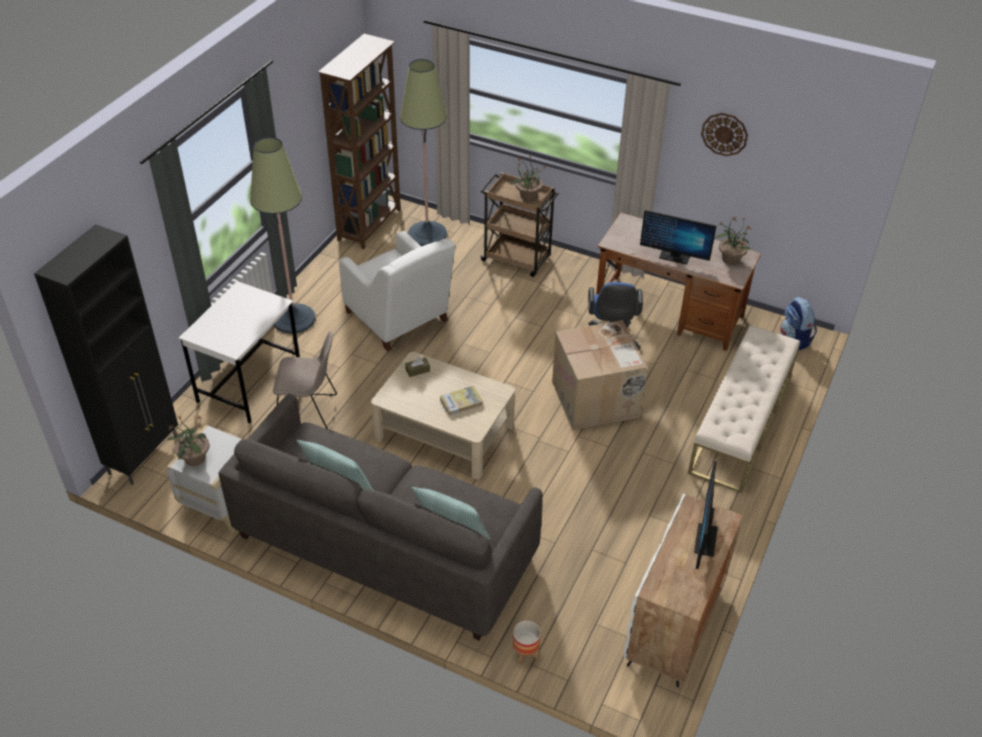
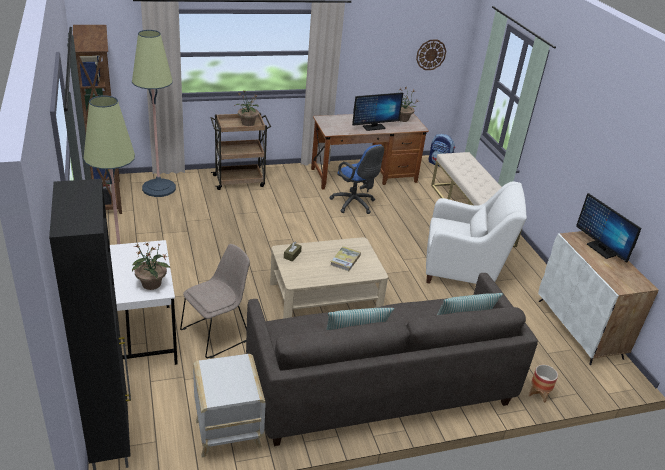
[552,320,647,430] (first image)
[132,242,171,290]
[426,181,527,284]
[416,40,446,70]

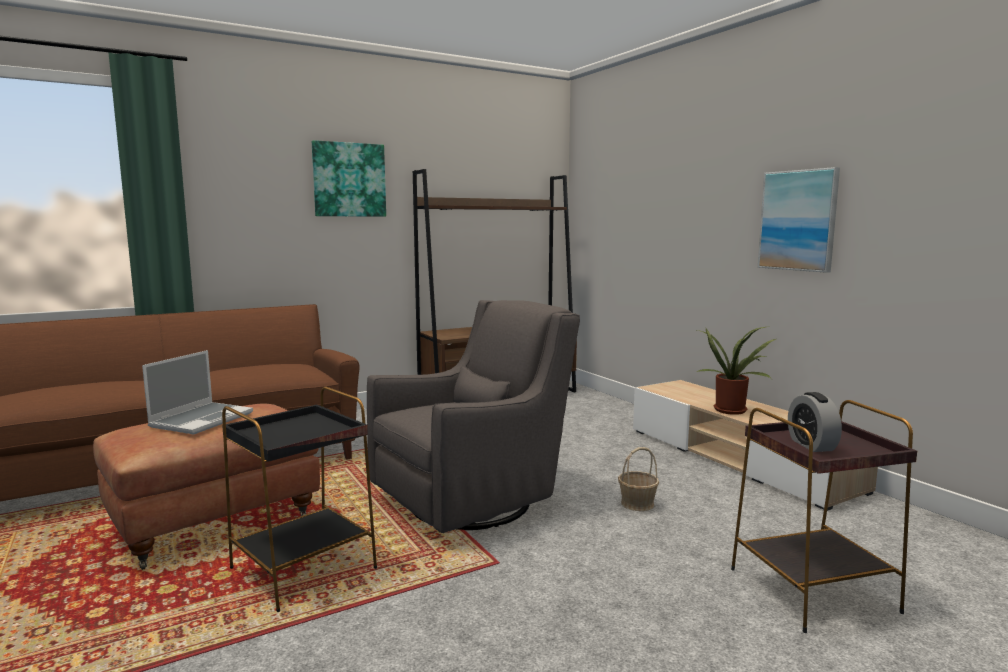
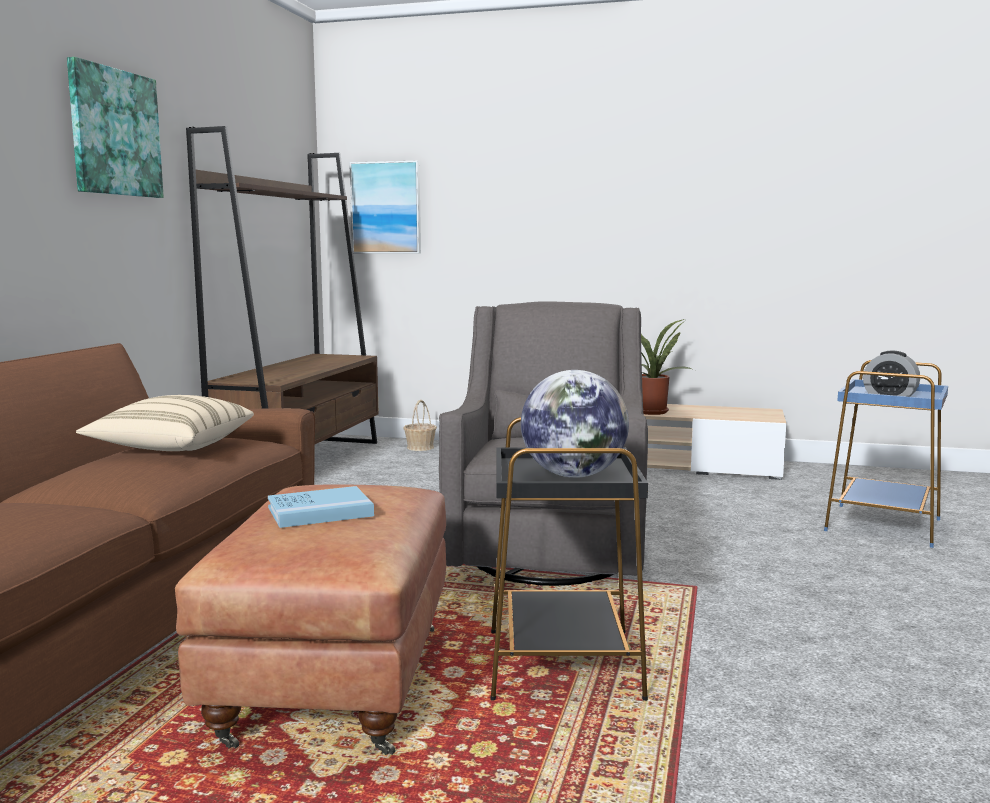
[76,395,254,451]
[521,370,629,478]
[403,400,437,451]
[349,161,421,254]
[268,486,374,528]
[824,360,948,548]

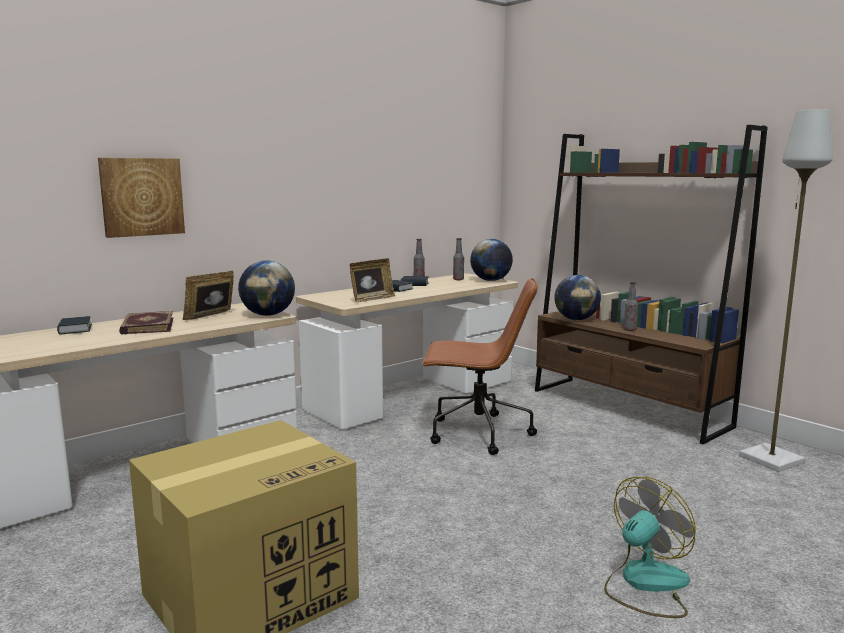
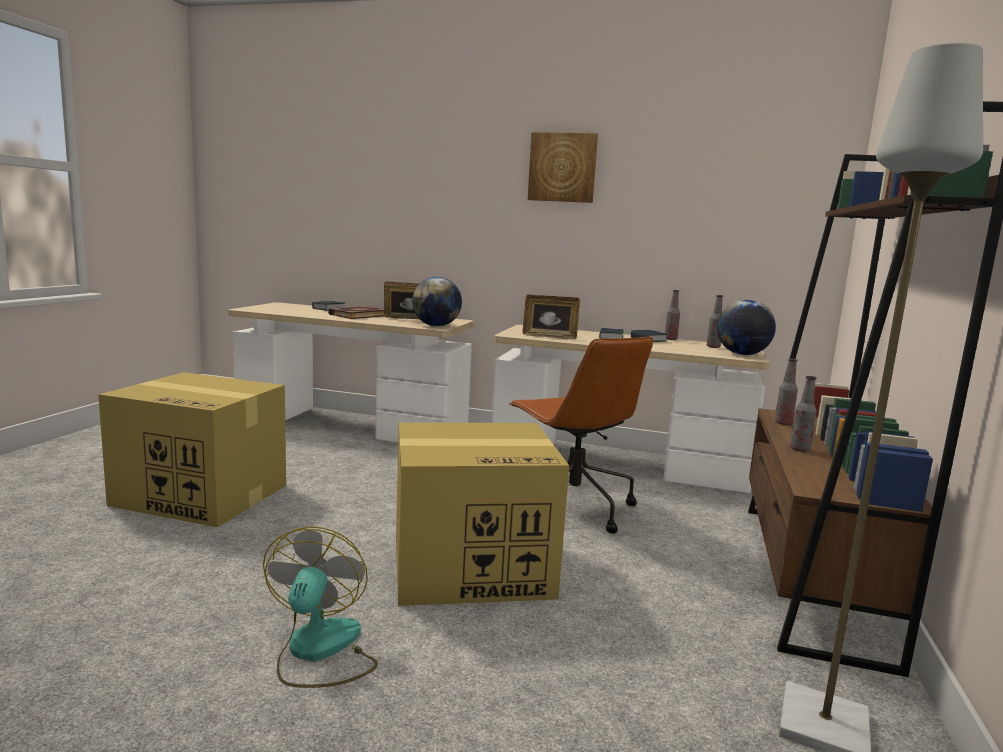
[396,422,569,606]
[528,132,598,203]
[775,358,798,425]
[263,527,378,688]

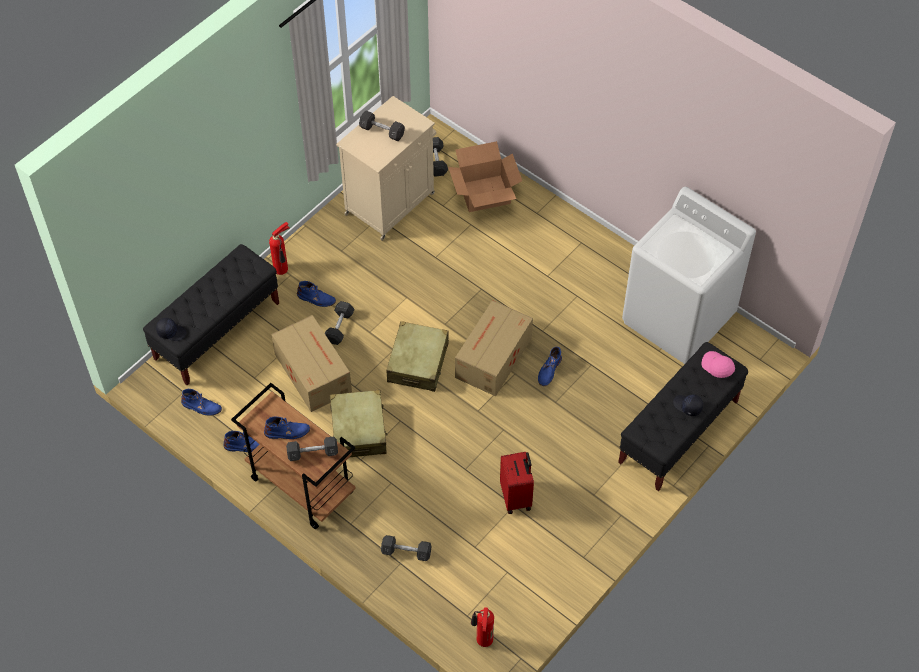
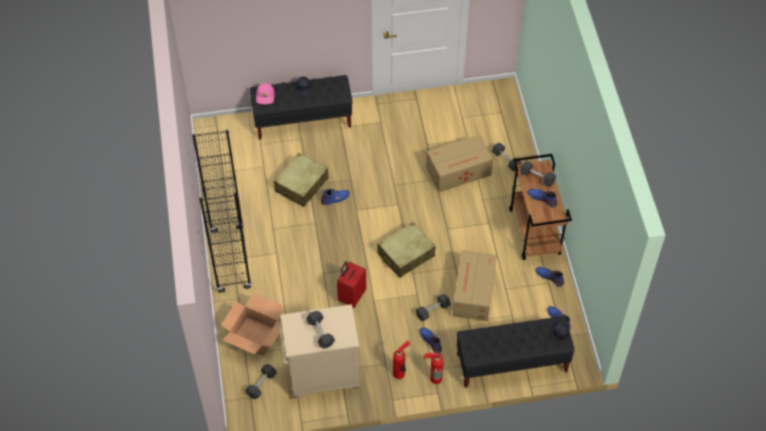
[622,187,756,364] (first image)
[192,130,252,293]
[274,153,329,207]
[426,135,493,192]
[393,340,410,379]
[337,261,366,308]

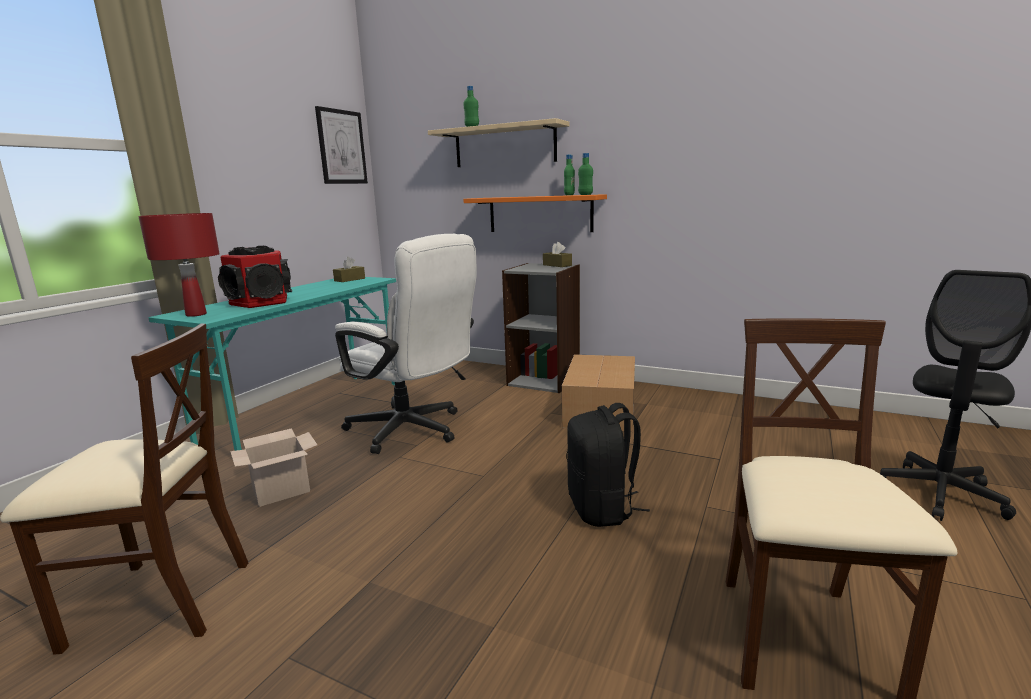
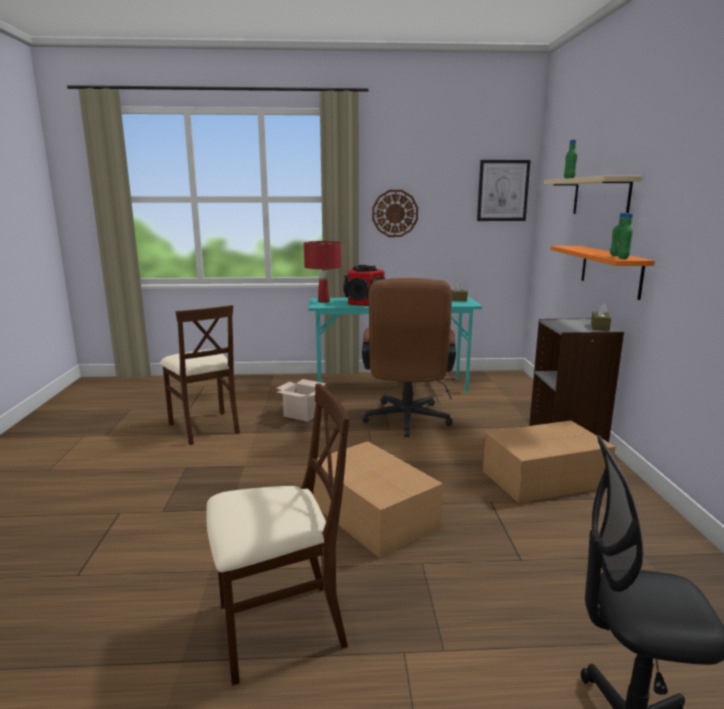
[372,190,418,237]
[313,441,443,559]
[362,278,456,437]

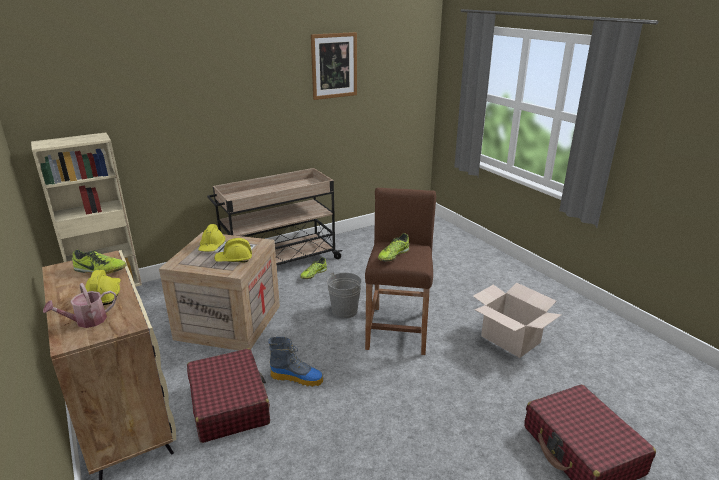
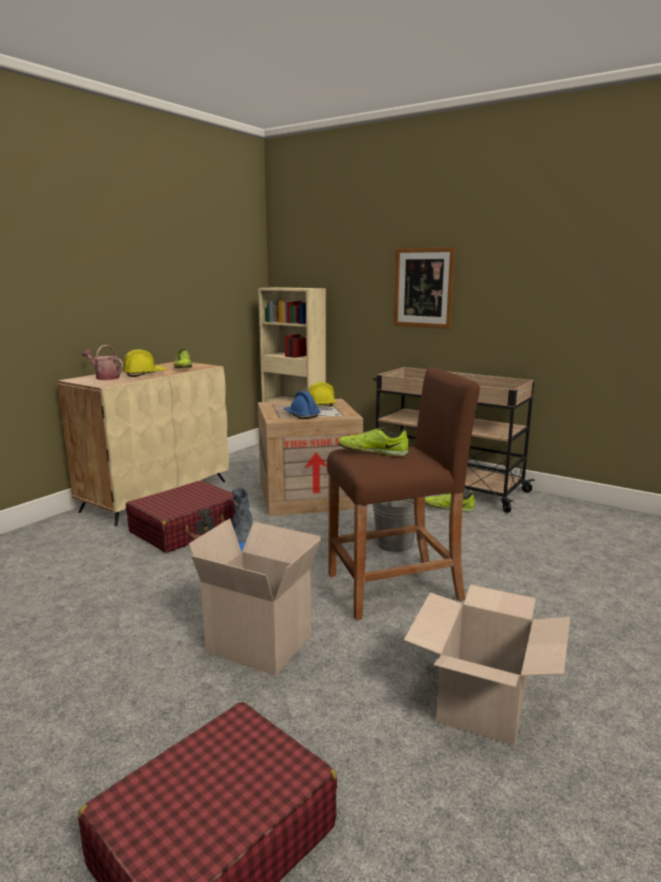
[189,518,321,676]
[394,247,455,329]
[284,391,321,419]

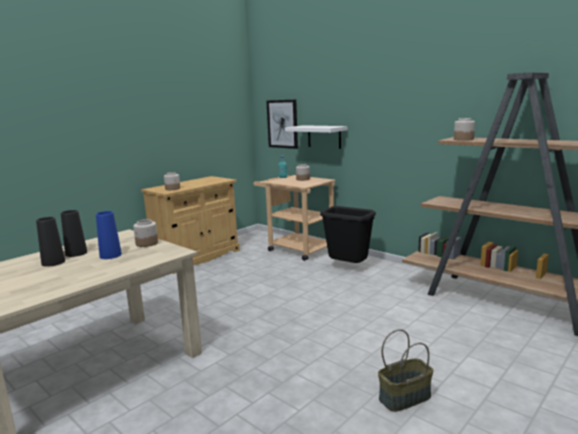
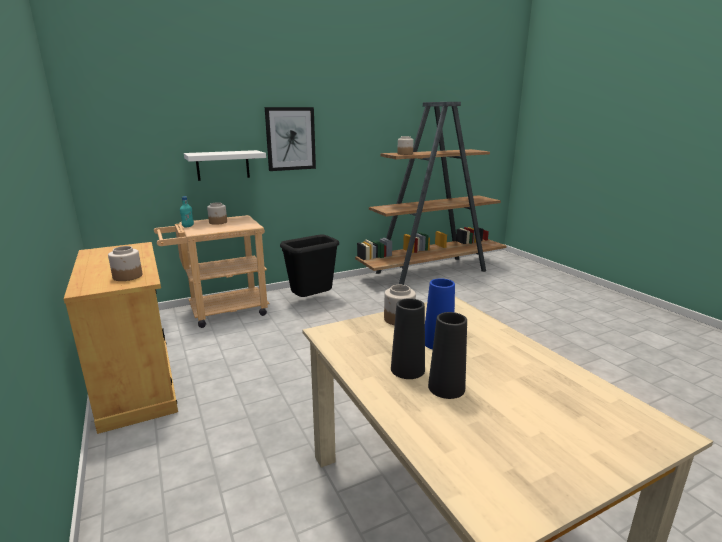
[378,329,434,412] (first image)
[265,107,316,171]

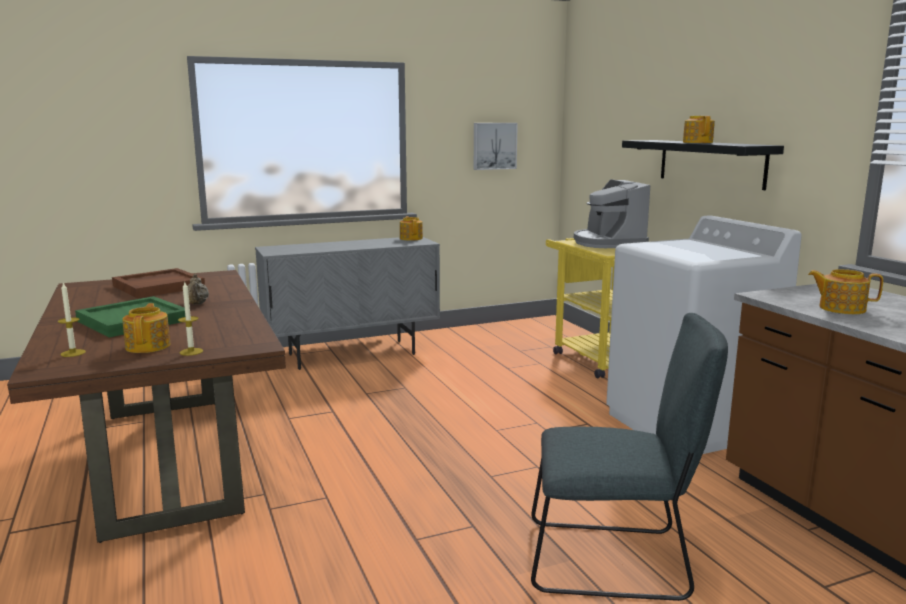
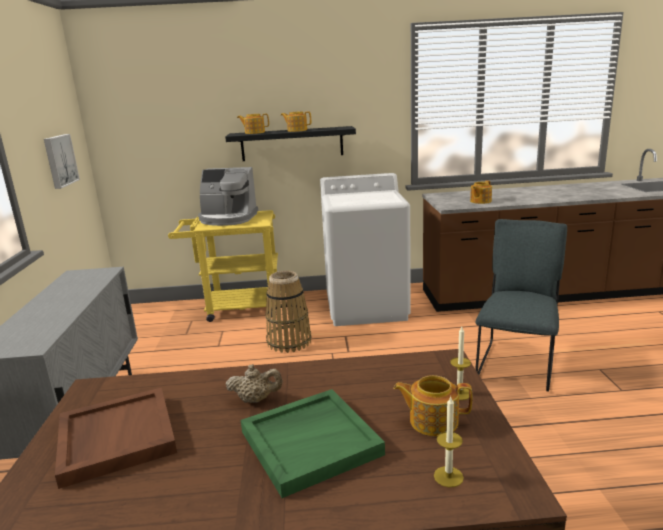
[265,270,312,353]
[237,114,269,134]

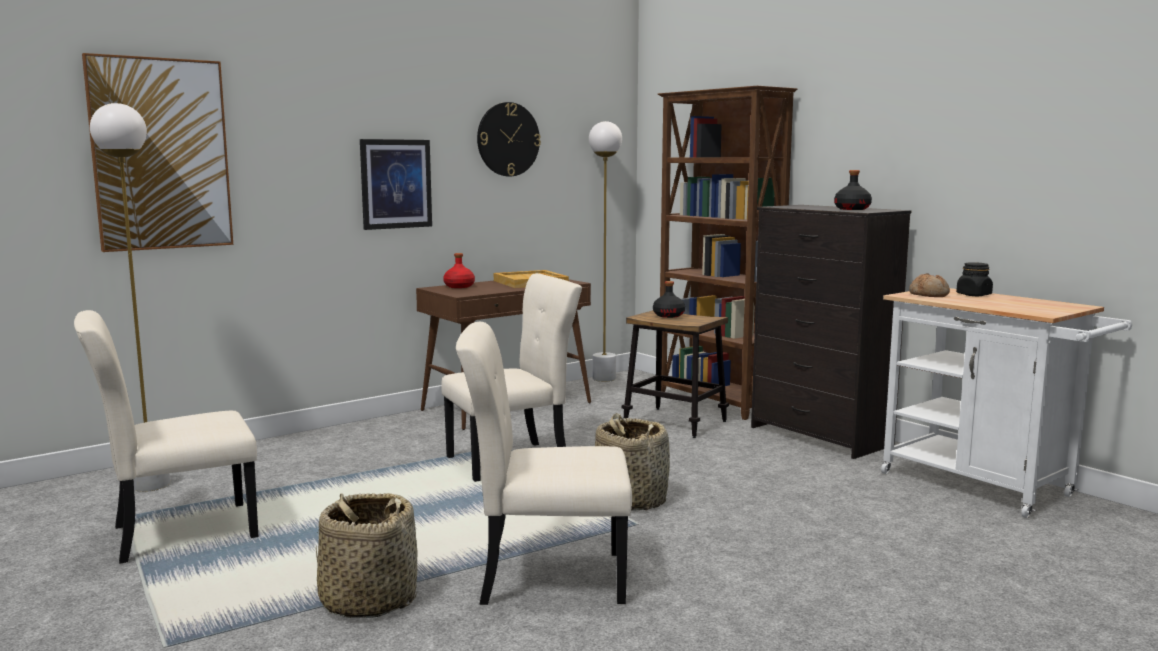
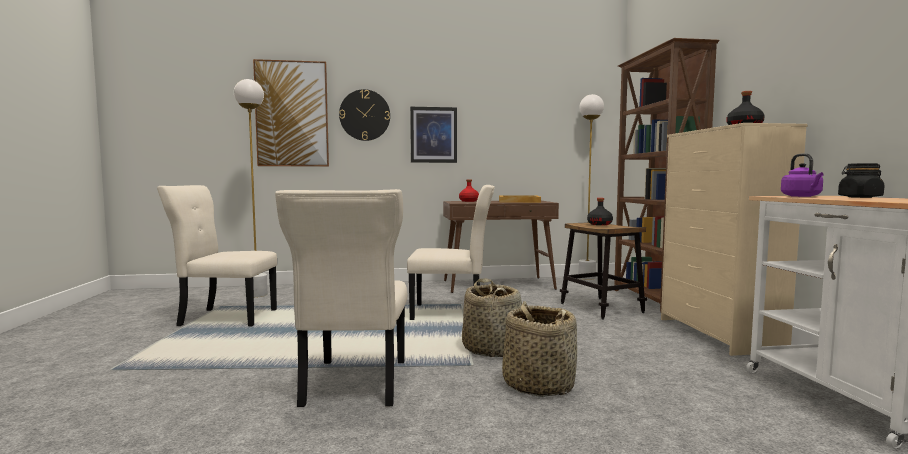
[502,301,577,397]
[339,89,390,141]
[781,154,823,197]
[661,123,808,356]
[275,189,407,407]

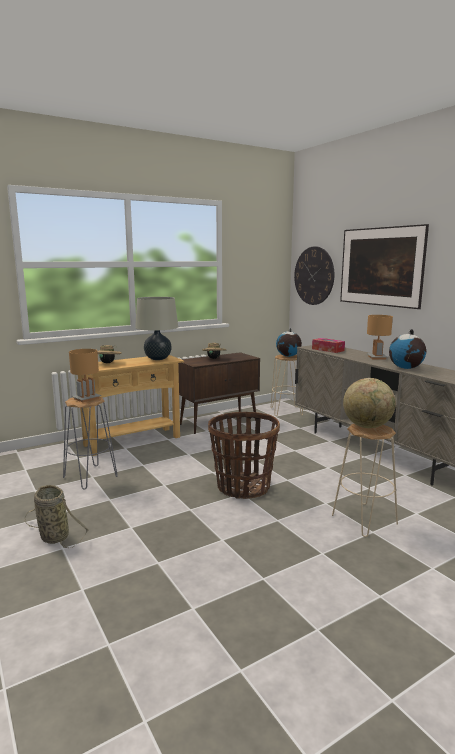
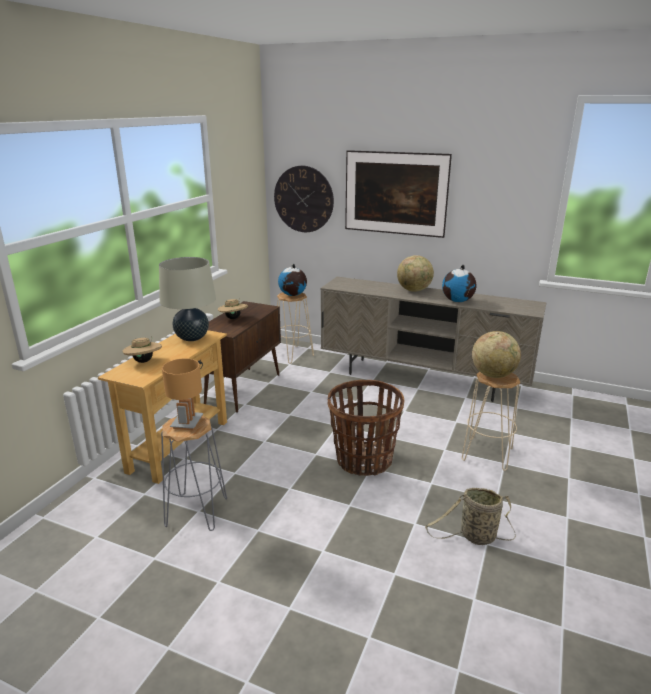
[312,338,345,353] (first image)
[425,488,516,545]
[397,255,434,292]

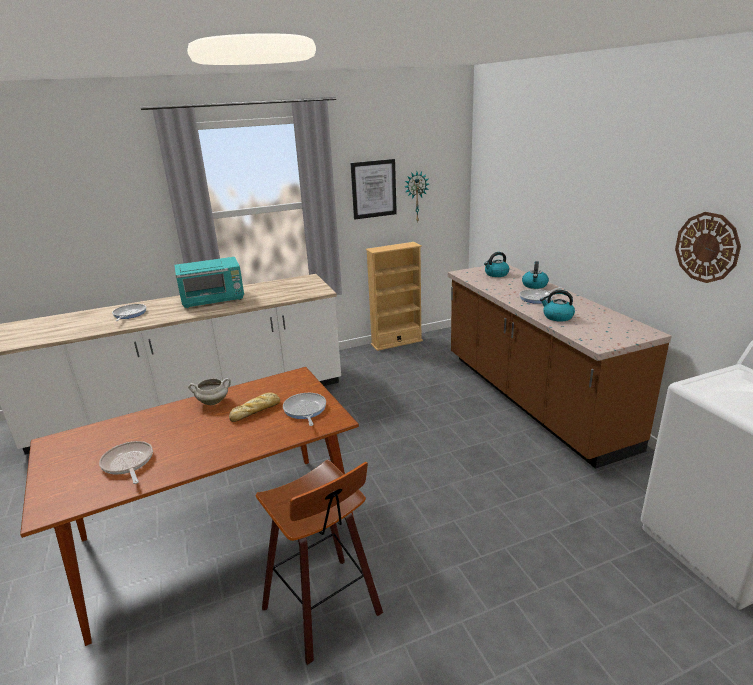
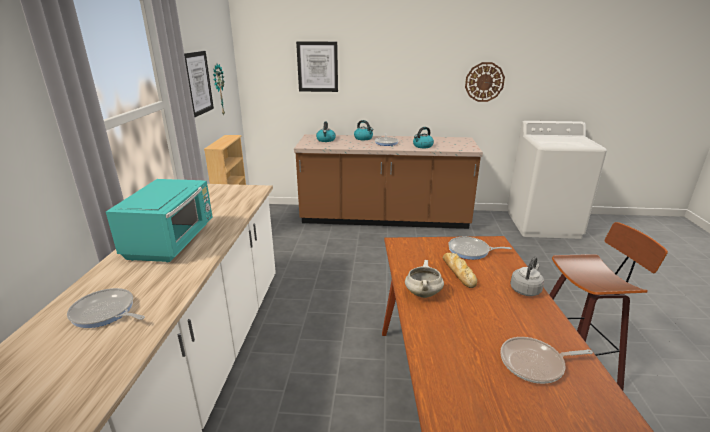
[296,41,338,92]
[510,257,544,296]

